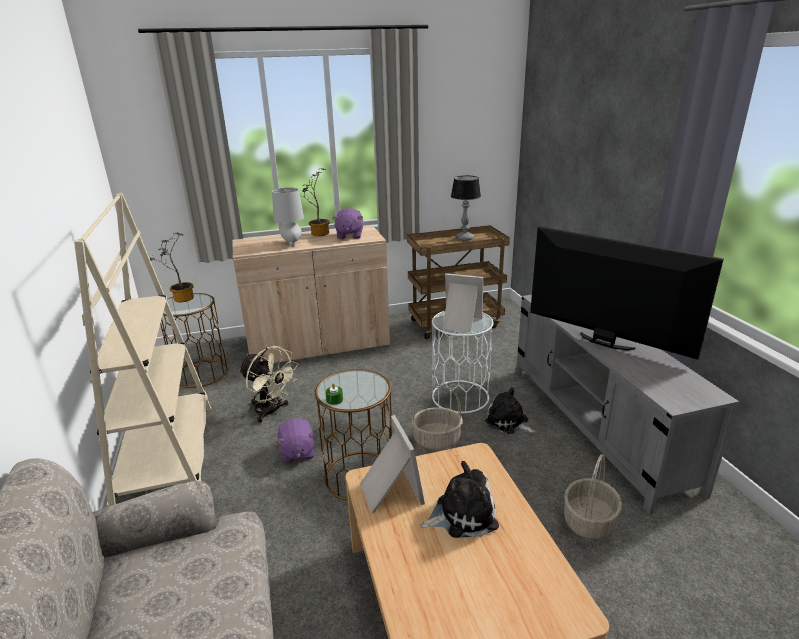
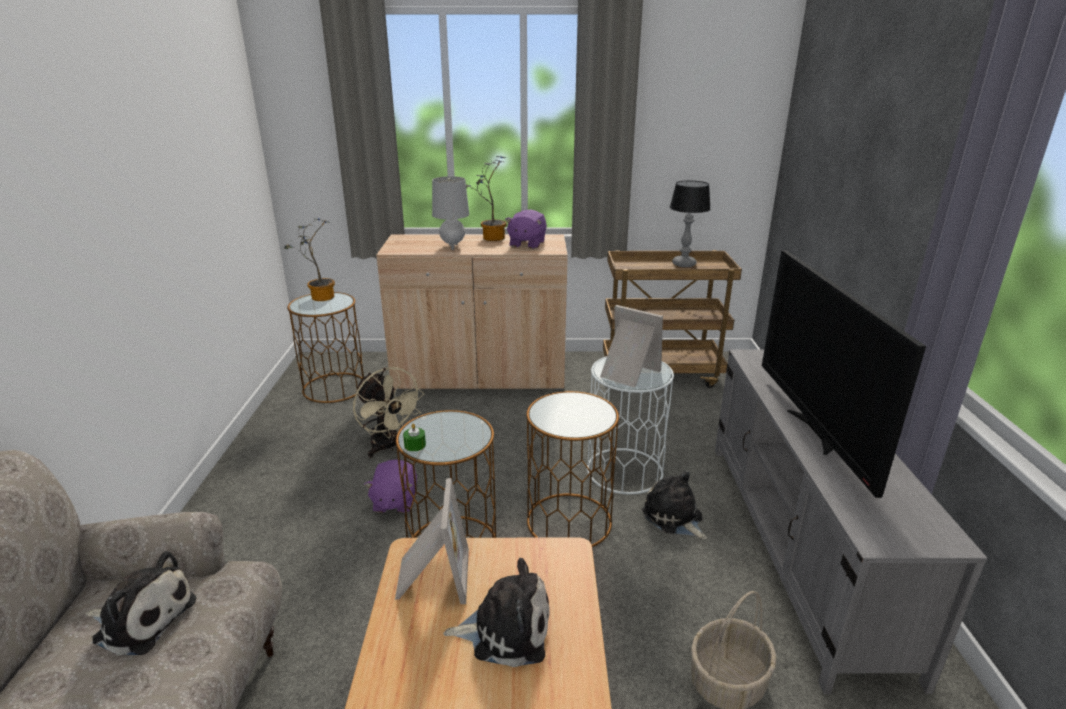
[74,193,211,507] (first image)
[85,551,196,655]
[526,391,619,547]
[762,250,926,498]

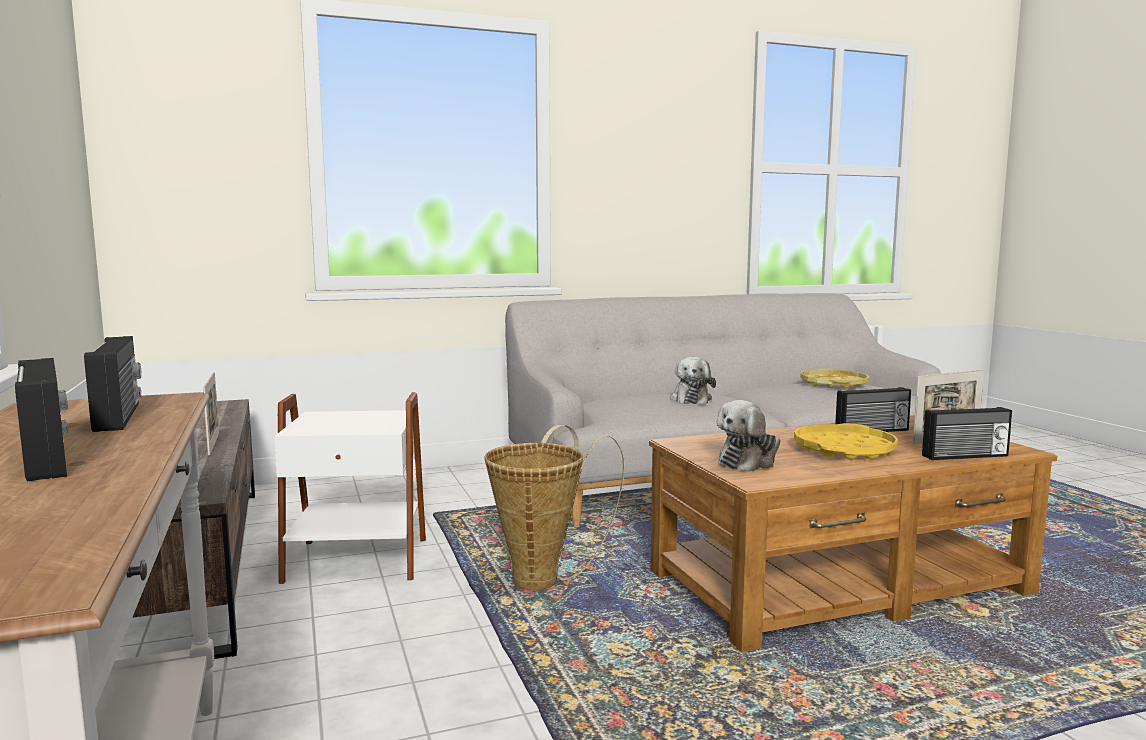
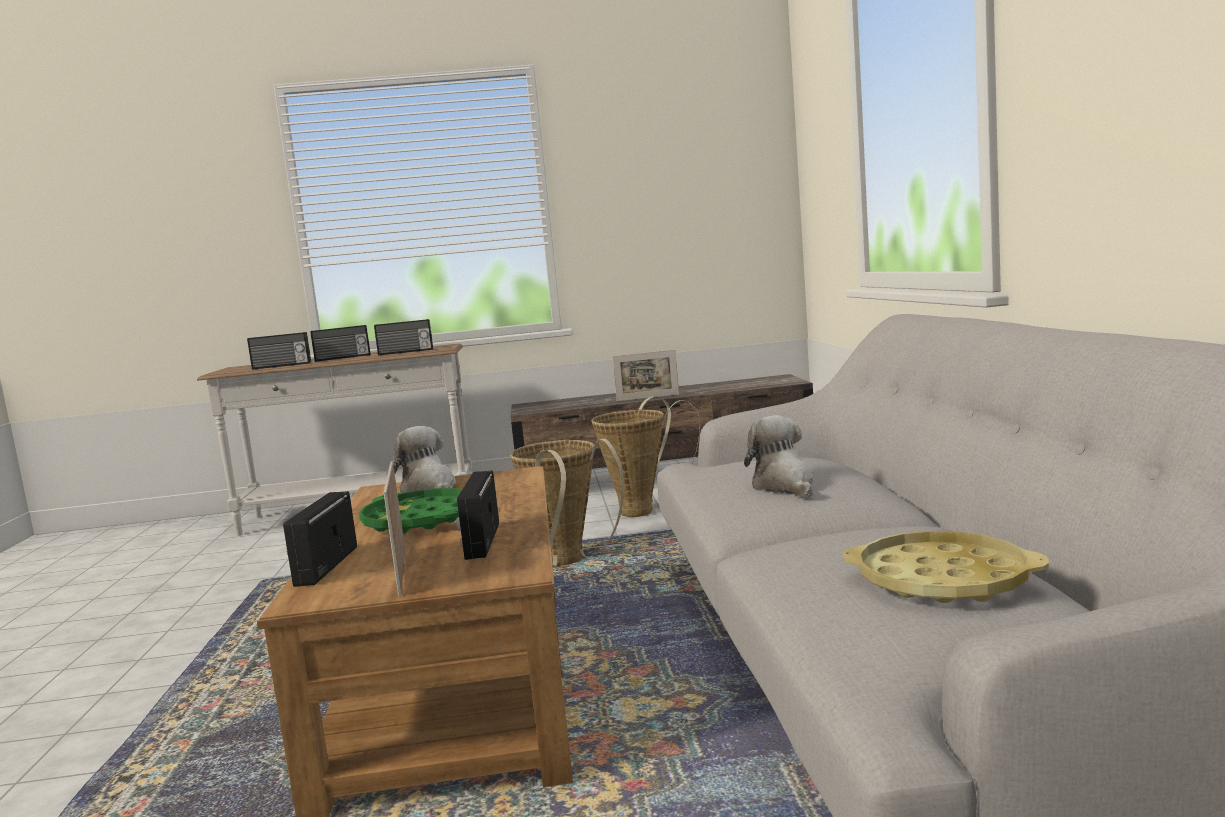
[247,332,311,370]
[592,396,700,517]
[359,488,462,534]
[744,415,814,497]

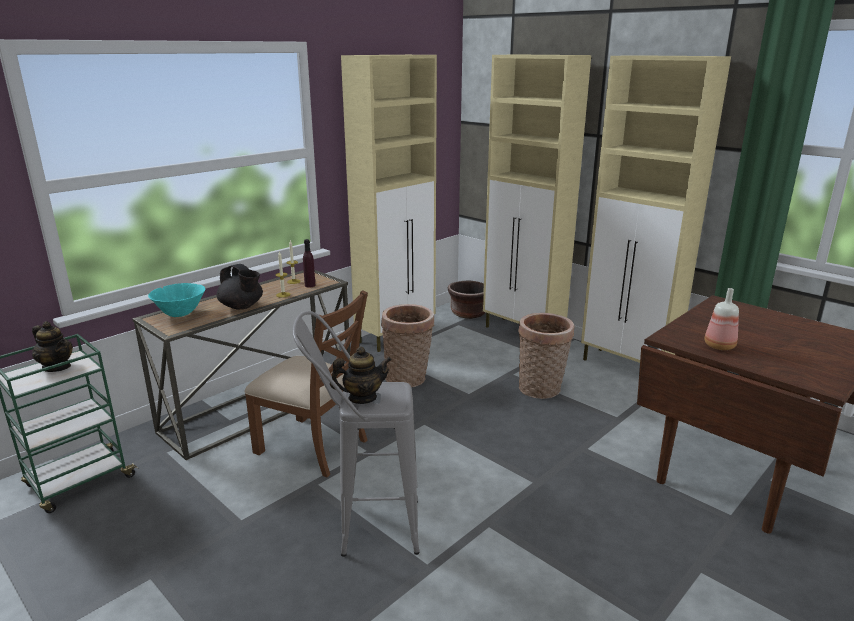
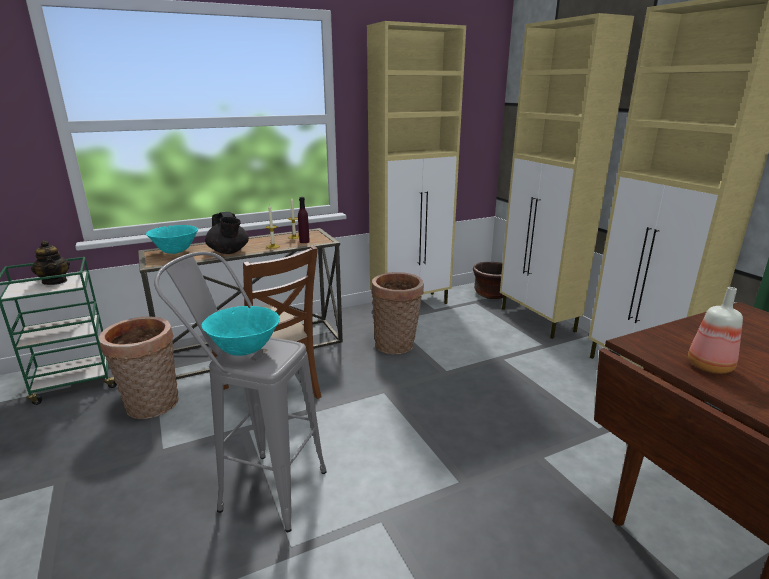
[99,316,179,419]
[202,306,280,356]

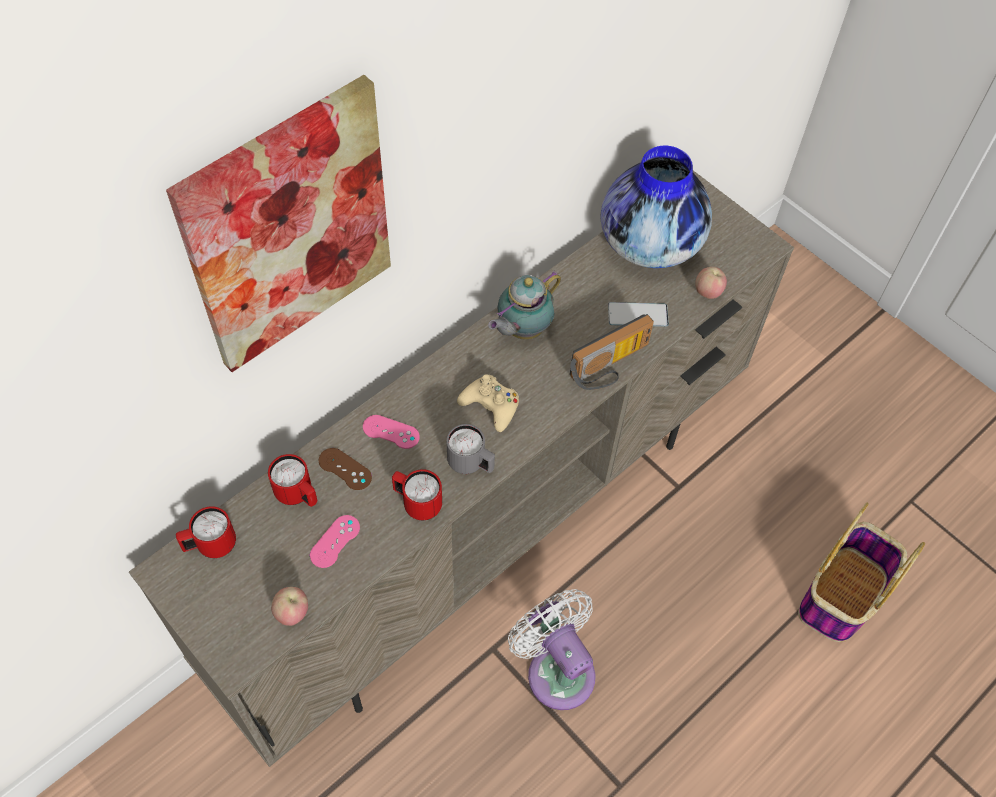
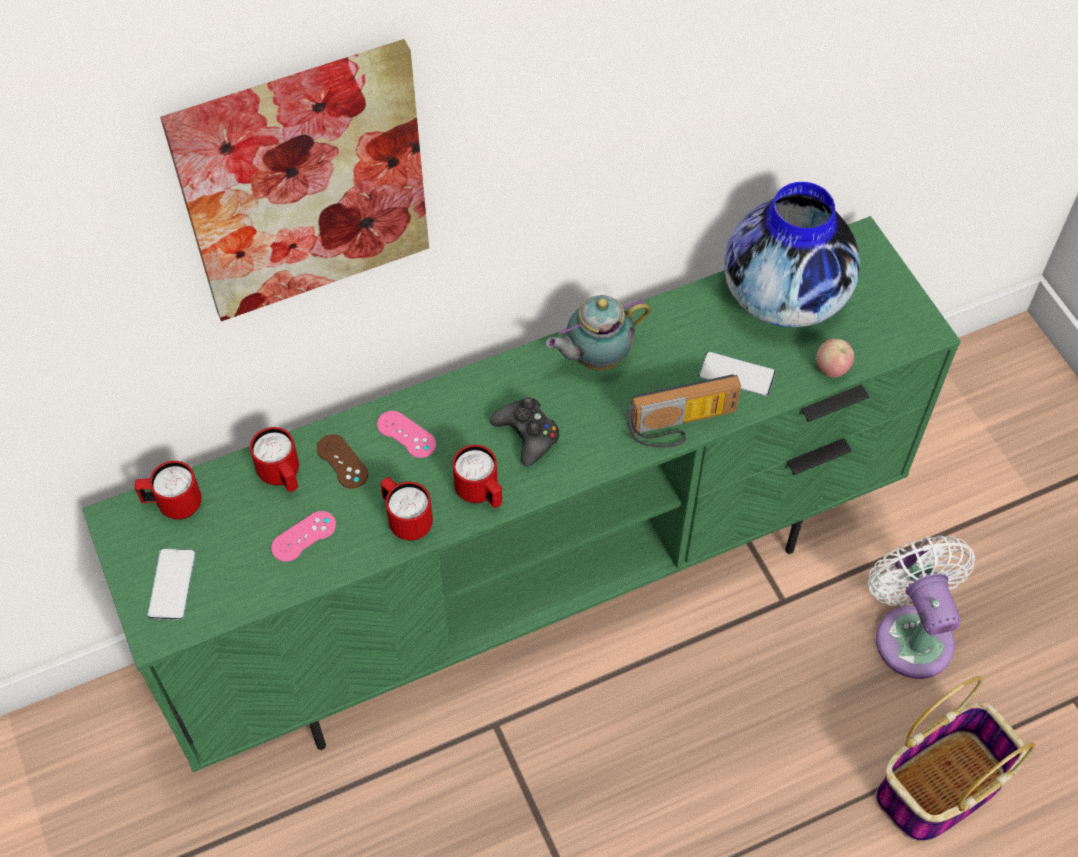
[271,587,308,626] (first image)
[147,548,195,620]
[868,535,975,679]
[82,216,961,772]
[452,445,502,508]
[490,397,560,467]

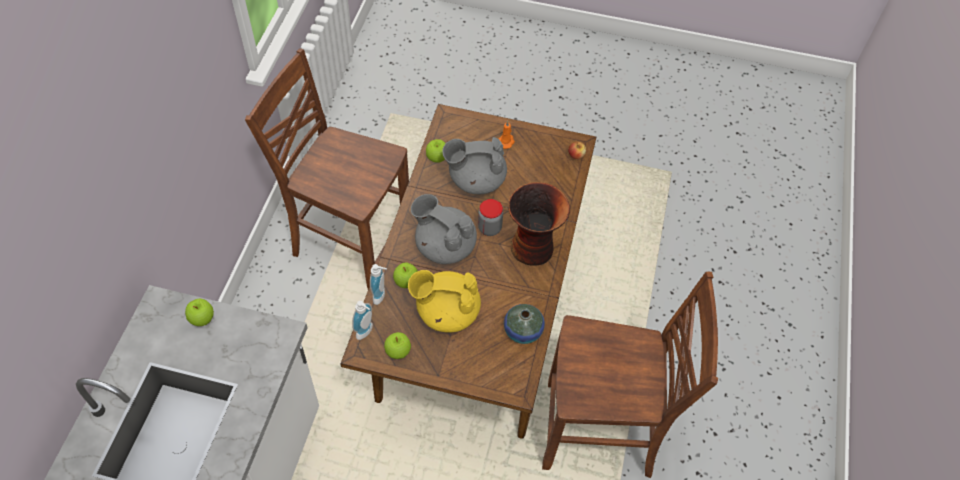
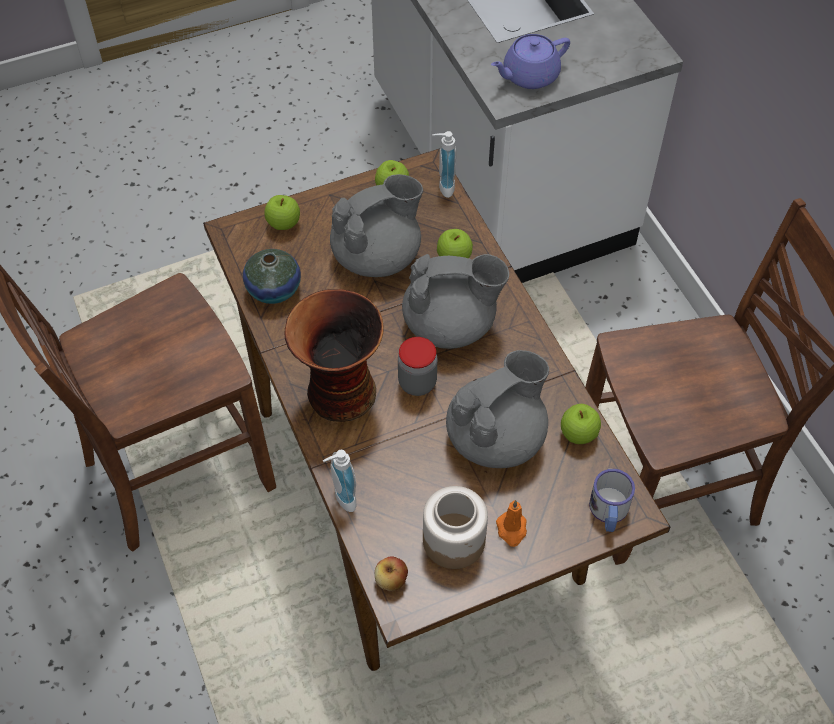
[423,486,488,569]
[491,34,570,89]
[589,469,635,532]
[264,195,300,230]
[323,450,357,512]
[330,174,423,277]

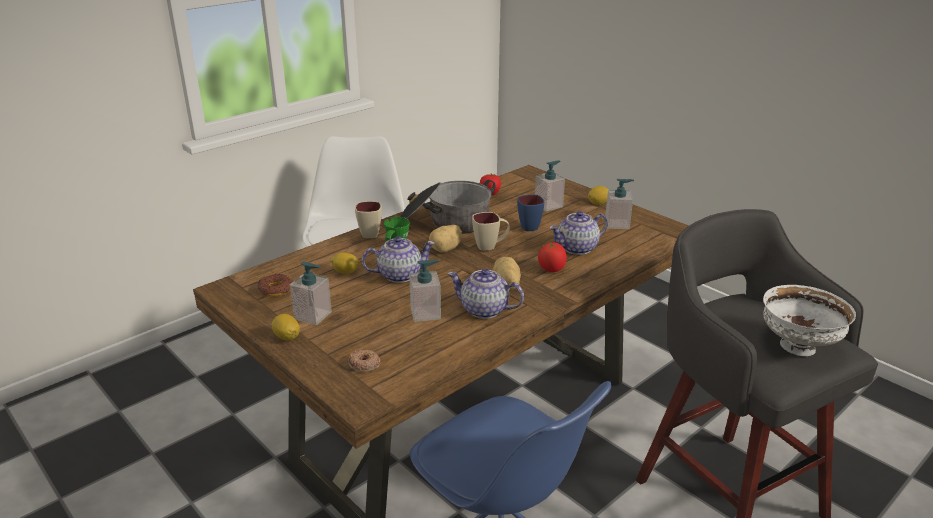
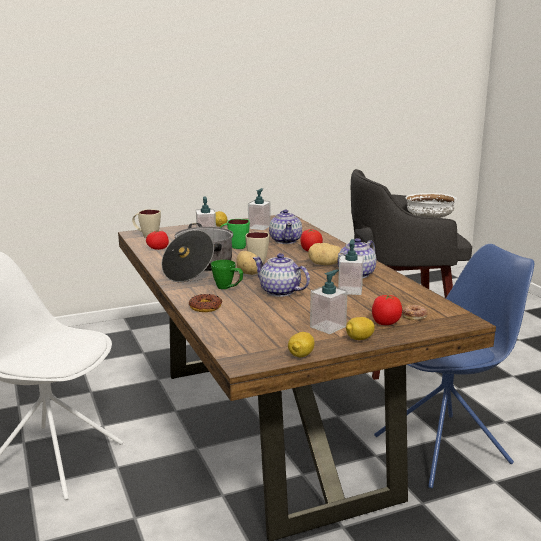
[372,295,402,325]
[189,294,222,312]
[288,332,315,357]
[132,209,161,238]
[220,219,250,249]
[253,253,310,297]

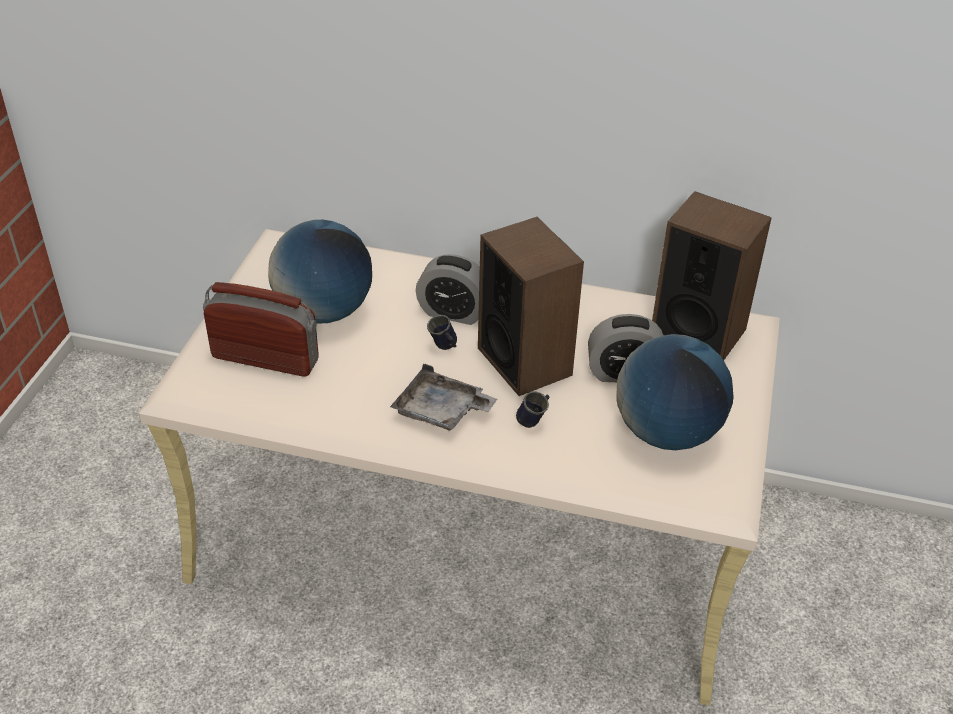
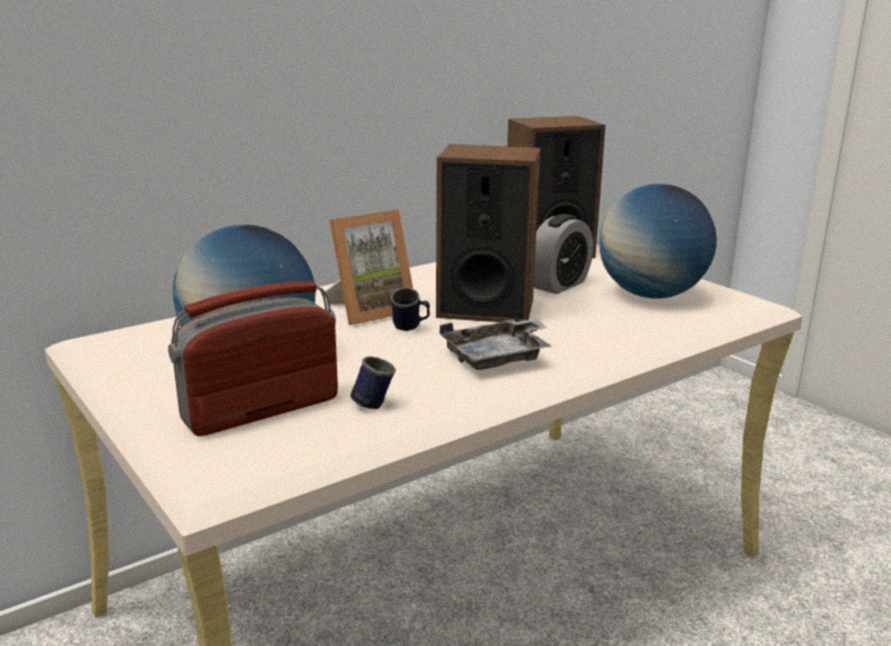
[350,356,396,409]
[325,210,413,325]

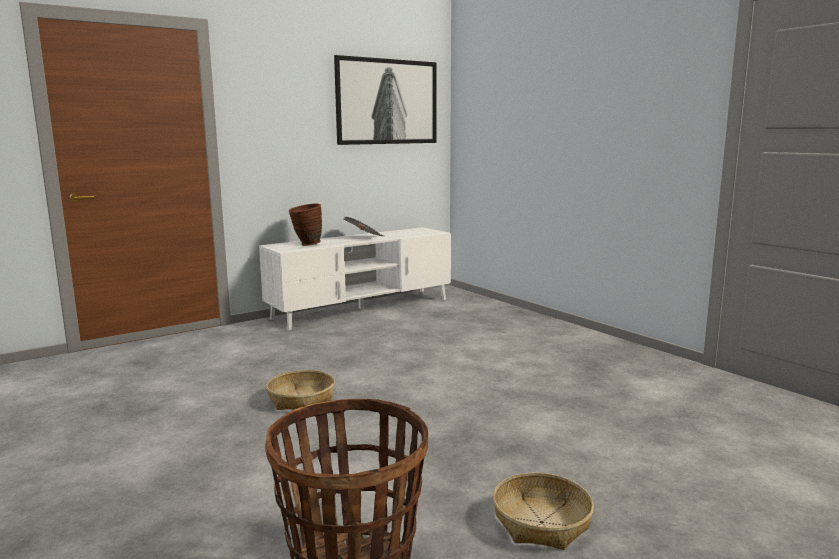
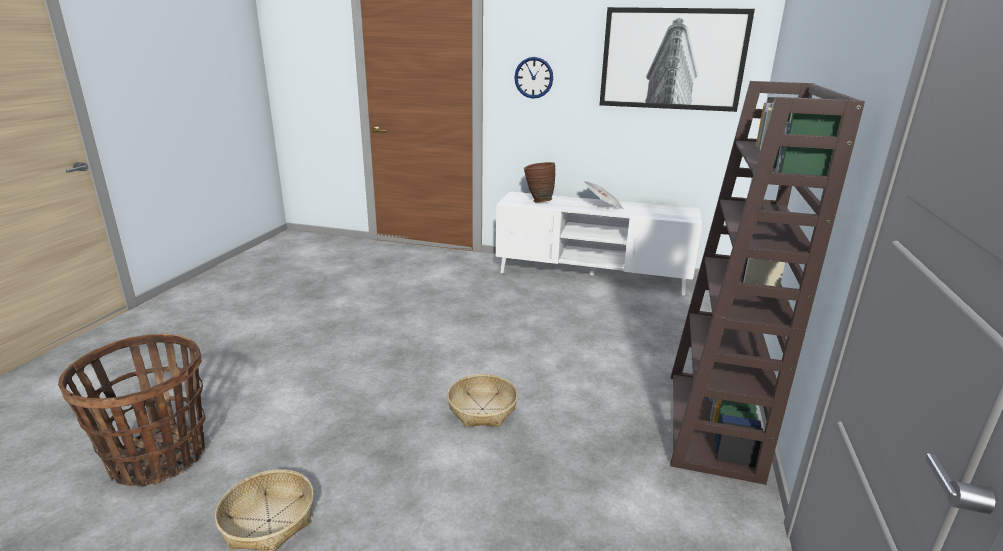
[514,57,553,99]
[670,81,865,485]
[447,374,518,427]

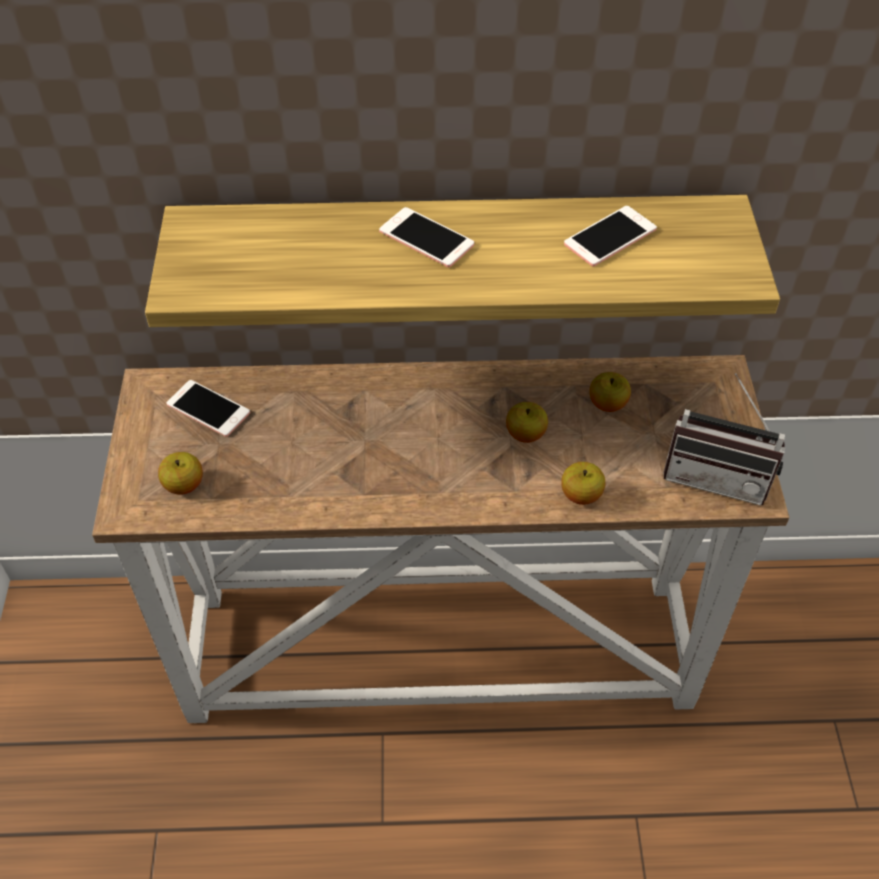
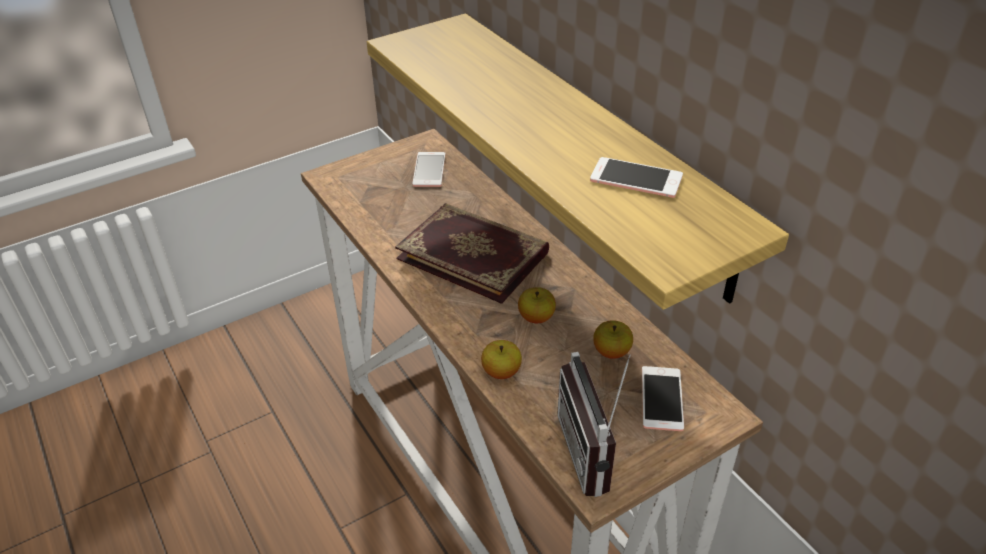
[158,452,203,495] (first image)
[395,203,549,304]
[642,366,684,431]

